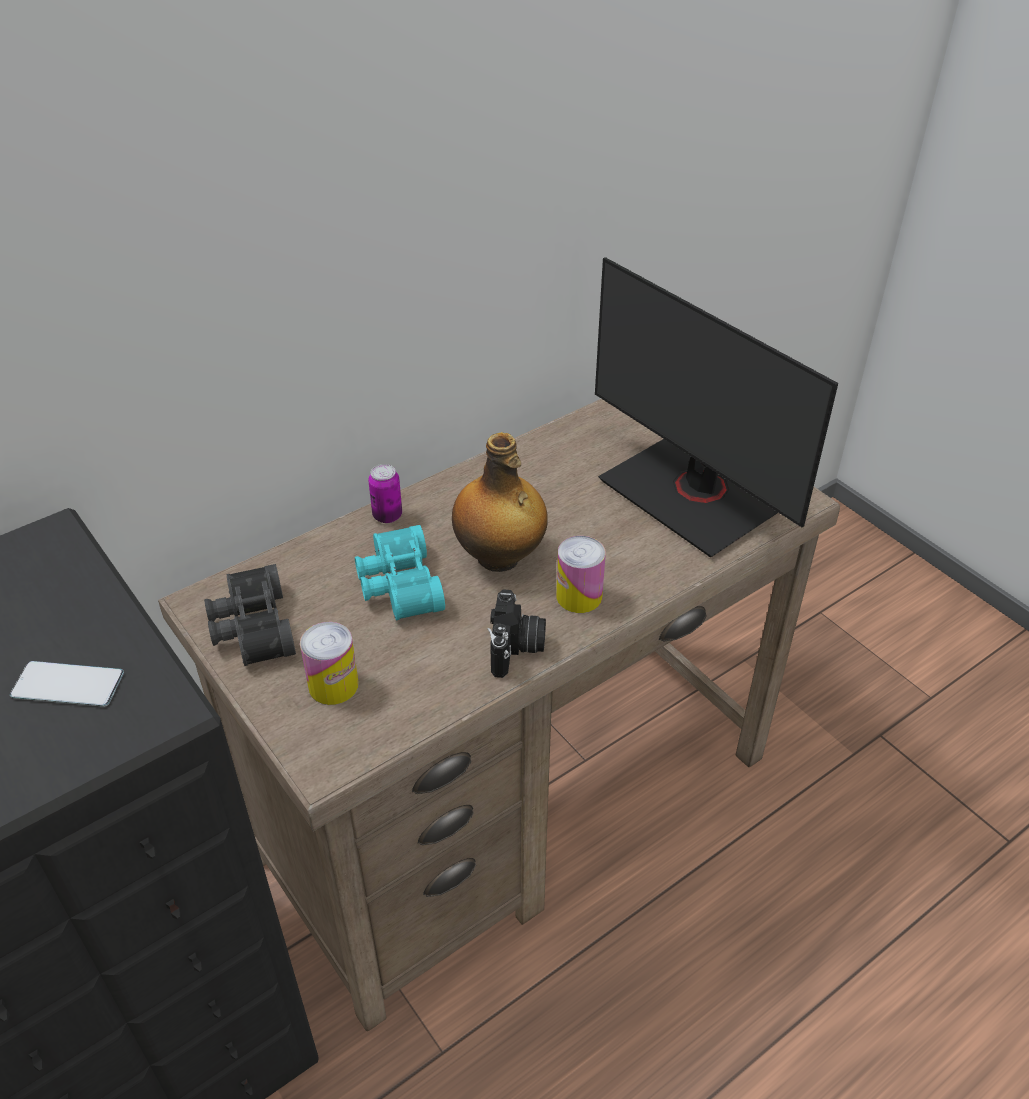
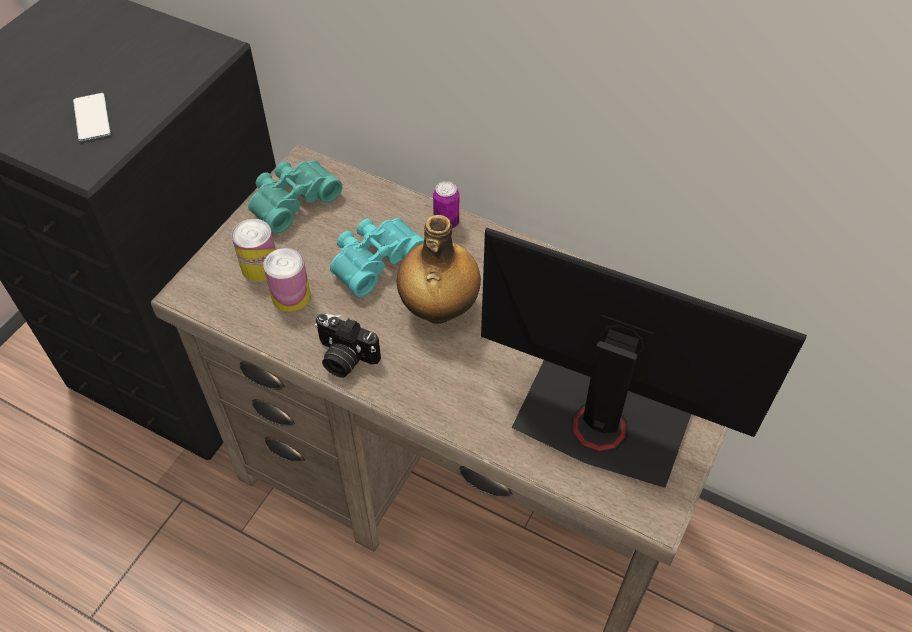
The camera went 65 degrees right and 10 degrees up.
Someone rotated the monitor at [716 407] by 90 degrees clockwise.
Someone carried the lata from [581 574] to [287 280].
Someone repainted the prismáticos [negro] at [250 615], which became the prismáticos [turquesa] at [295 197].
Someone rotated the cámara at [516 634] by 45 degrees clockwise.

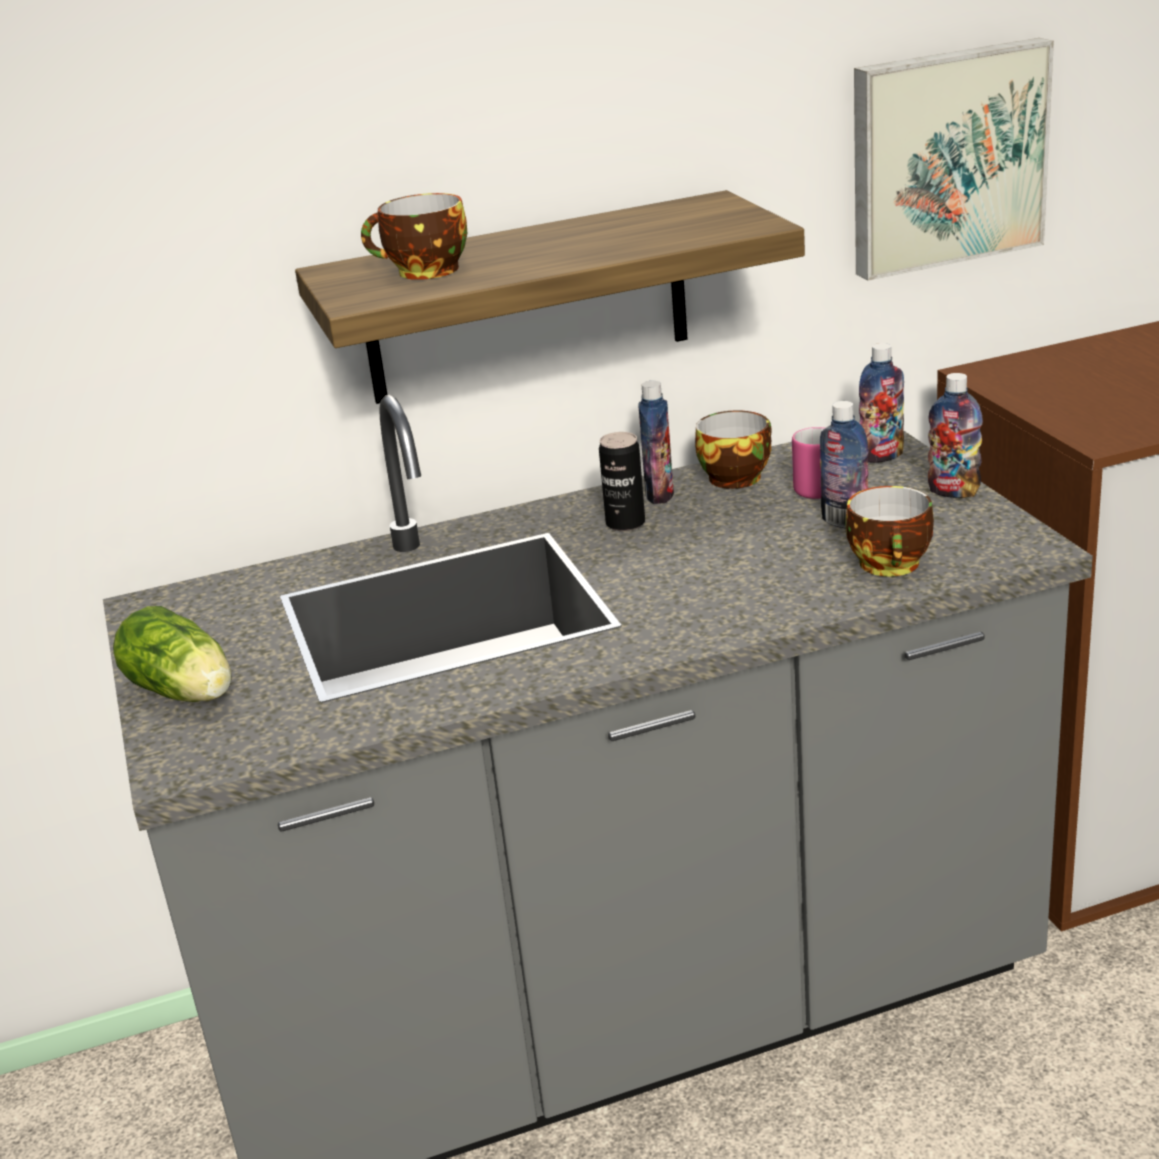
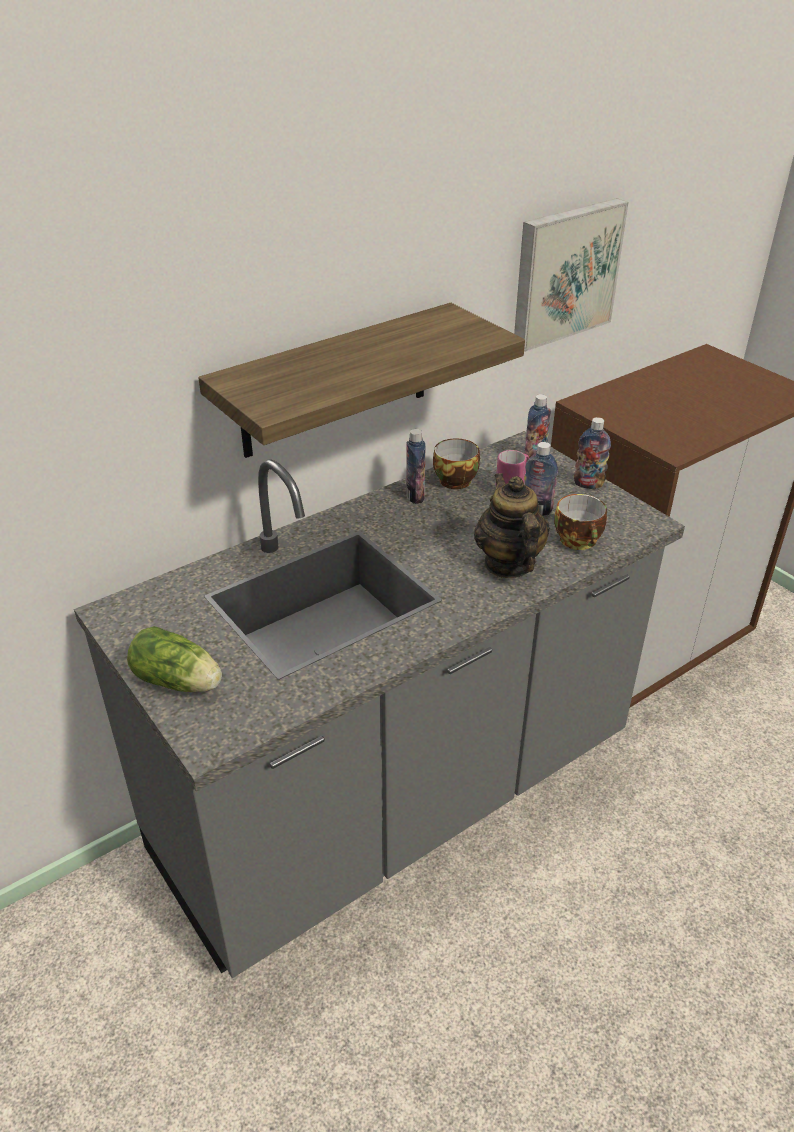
The camera went 20 degrees left and 10 degrees up.
Someone took away the taza at [414 236].
Someone took away the lata at [622 481].
Someone put down the tetera at [512 525].

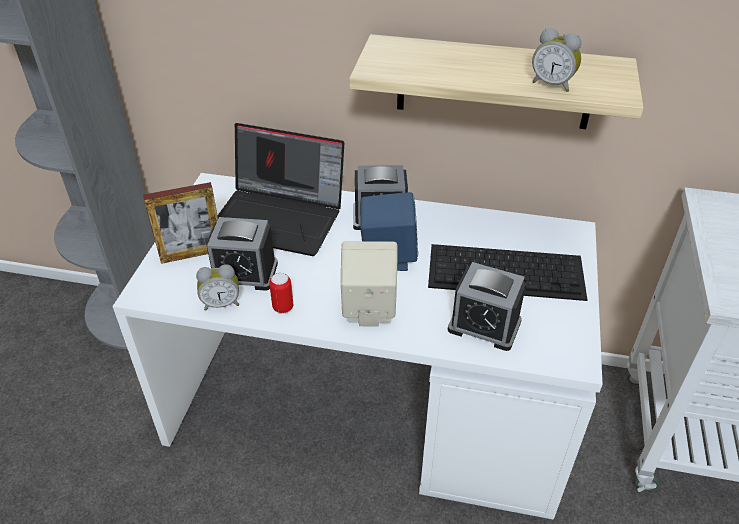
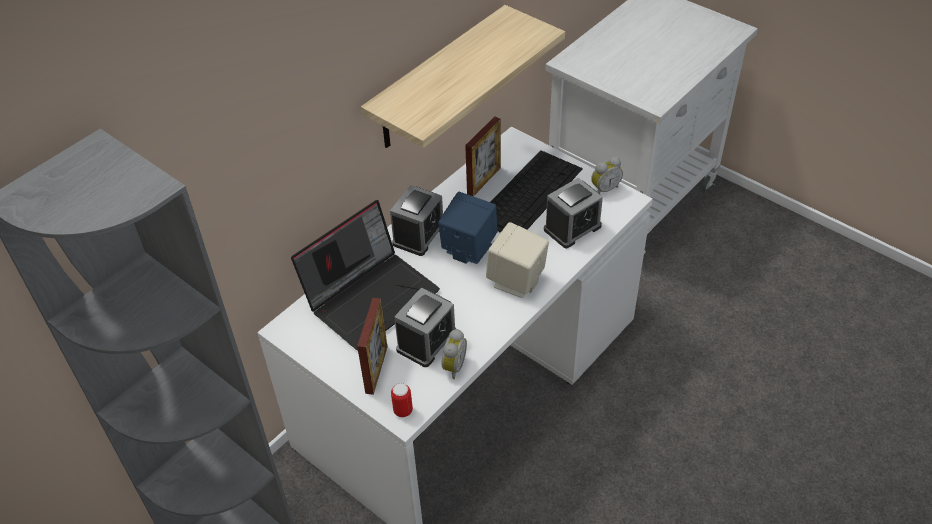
The camera went 60 degrees left and 5 degrees up.
Someone carried the despertador from [556 60] to [607 175].
Someone carried the lata from [281 293] to [402 400].
Someone put down the portarretratos at [483 156].

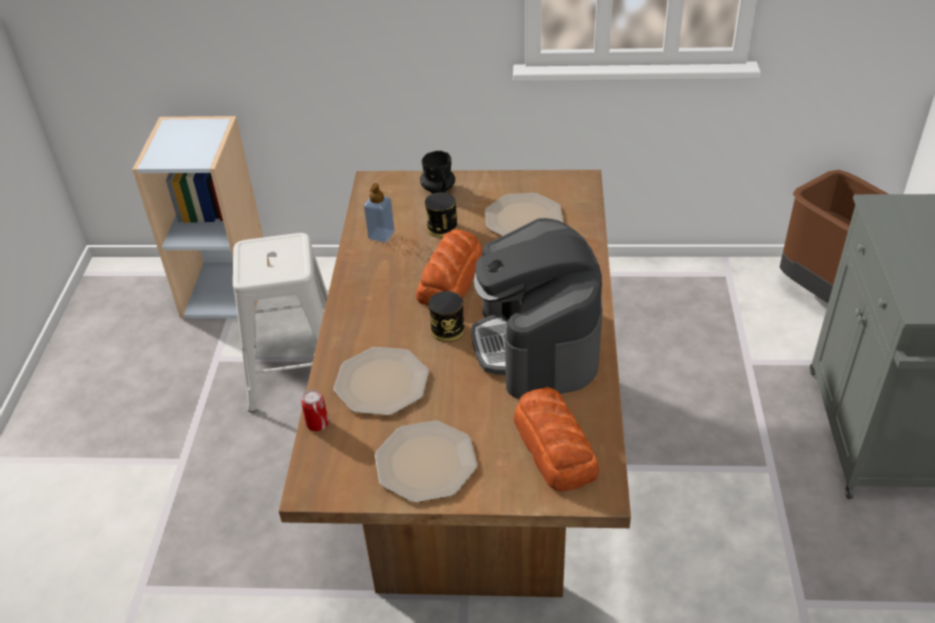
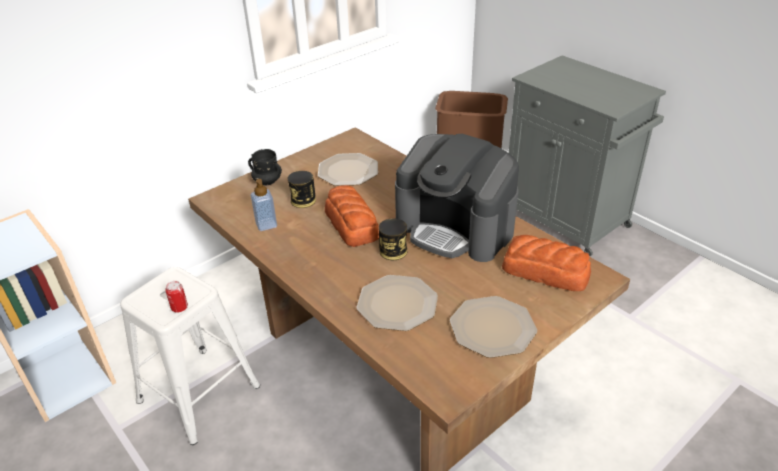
The camera went 45 degrees left and 5 degrees down.
Someone carried the lata from [315 410] to [176 296].

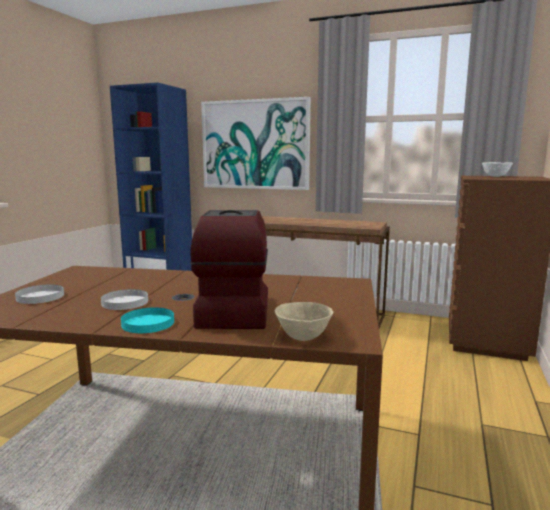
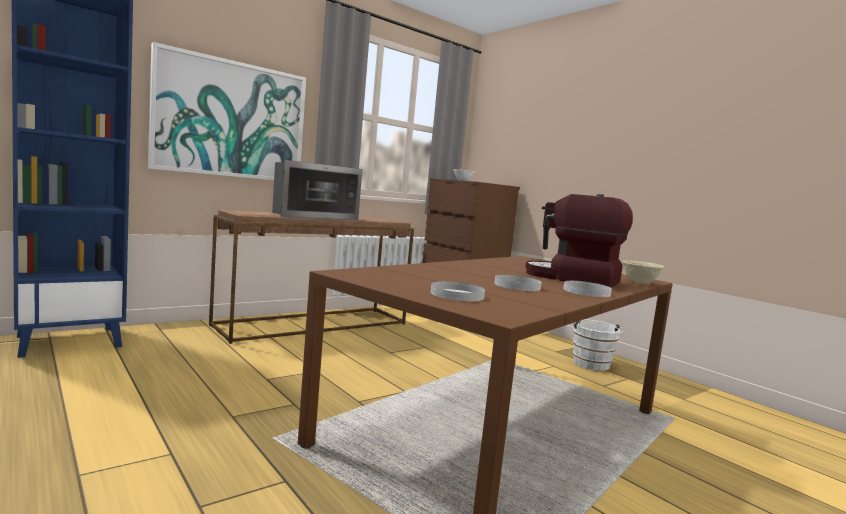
The camera went 60 degrees left and 5 degrees down.
Someone repainted the plato [turquesa] at [147 320], which became the plato [blanco] at [587 289].
Someone put down the microondas at [317 190].
Someone put down the cubo [blanco] at [597 345].

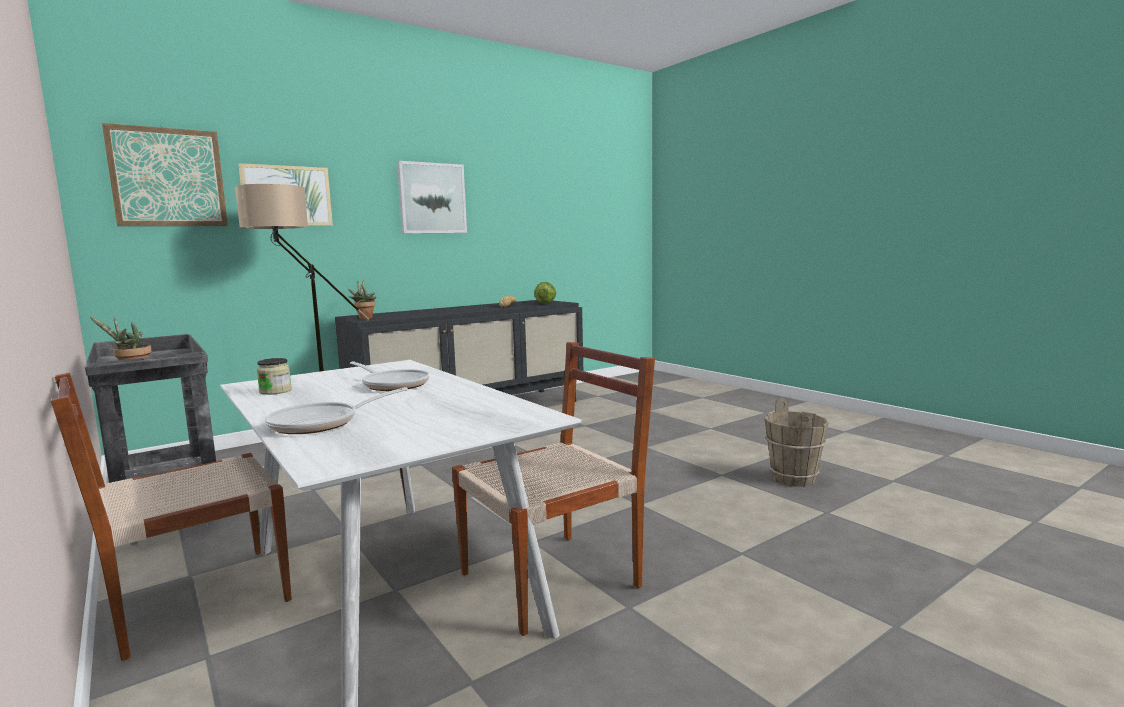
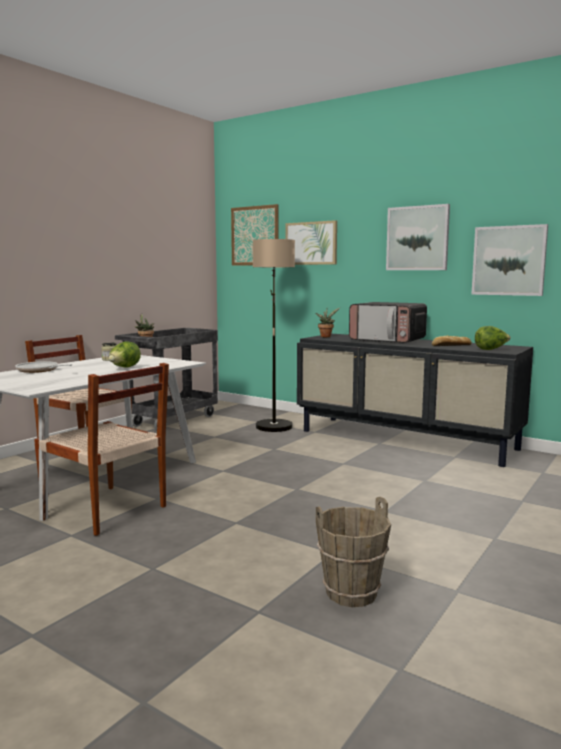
The camera went 70 degrees right and 0 degrees up.
Someone swapped the sartén at [390 376] for the lechuga at [124 354].
Someone put up the cuadro at [509 260].
Someone put down the microondas at [388 323].

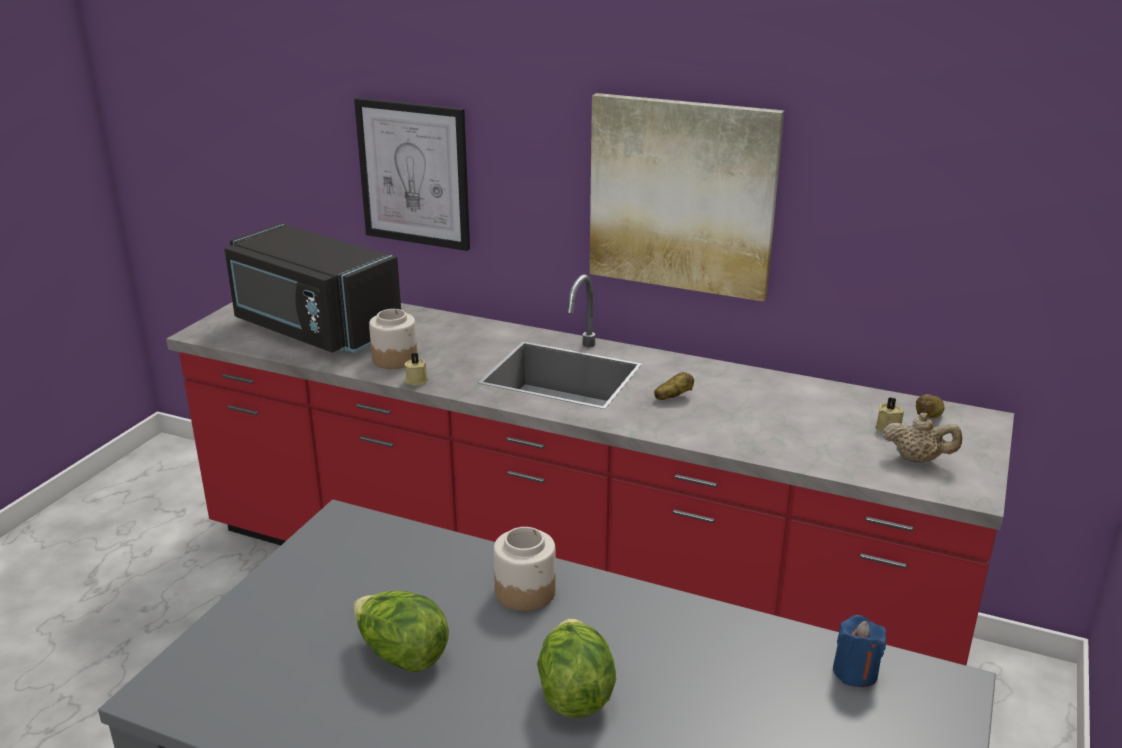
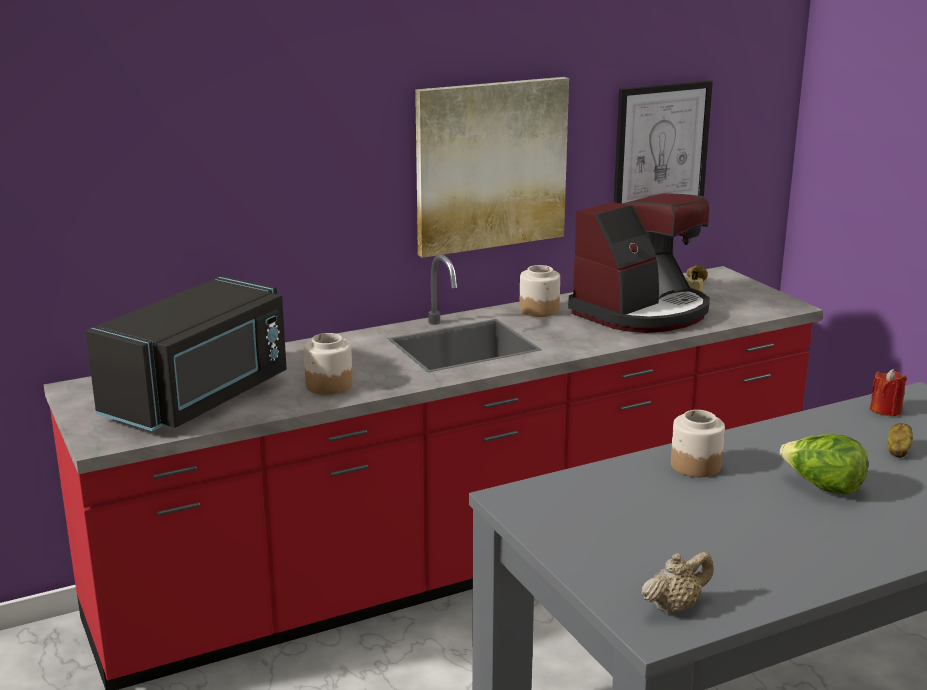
The camera went 50 degrees left and 5 degrees down.
Someone carried the cuadro from [412 174] to [663 142].
Someone rotated the microondas [negro] at [312 288] by 45 degrees counterclockwise.
Someone took away the vela [beis] at [416 369].
Someone carried the patata from [674 386] to [900 440].
Someone carried the tetera [beis] from [922 438] to [677 583].
Someone took away the lechuga at [401 631].
Someone repainted the vela [azul] at [859 651], which became the vela [rojo] at [888 392].
Someone put down the cafetera at [639 263].
Someone put down the tarro at [539 291].

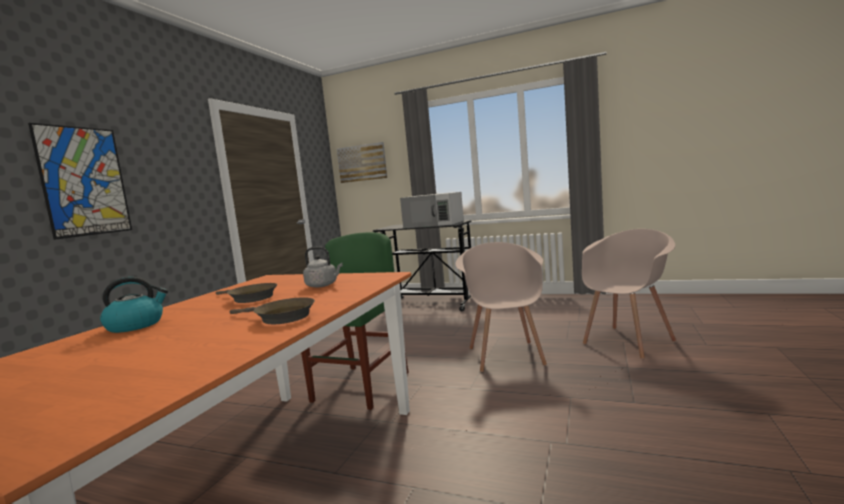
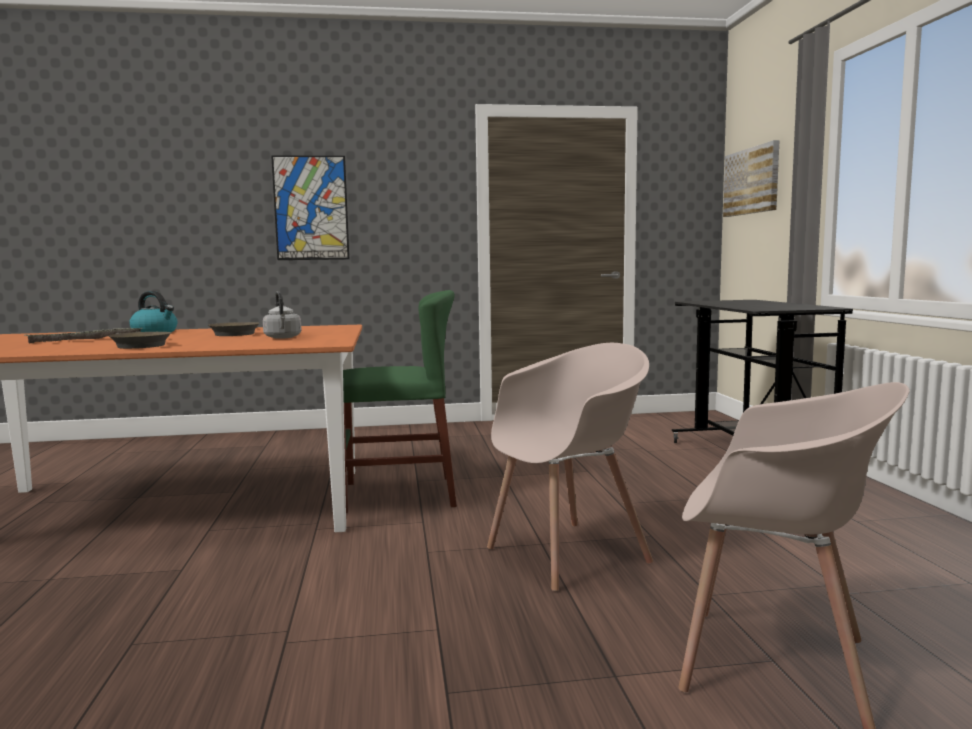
The camera went 60 degrees right and 0 degrees up.
Someone took away the microondas [blanco] at [432 210].
Someone put down the bandeja at [83 335].

